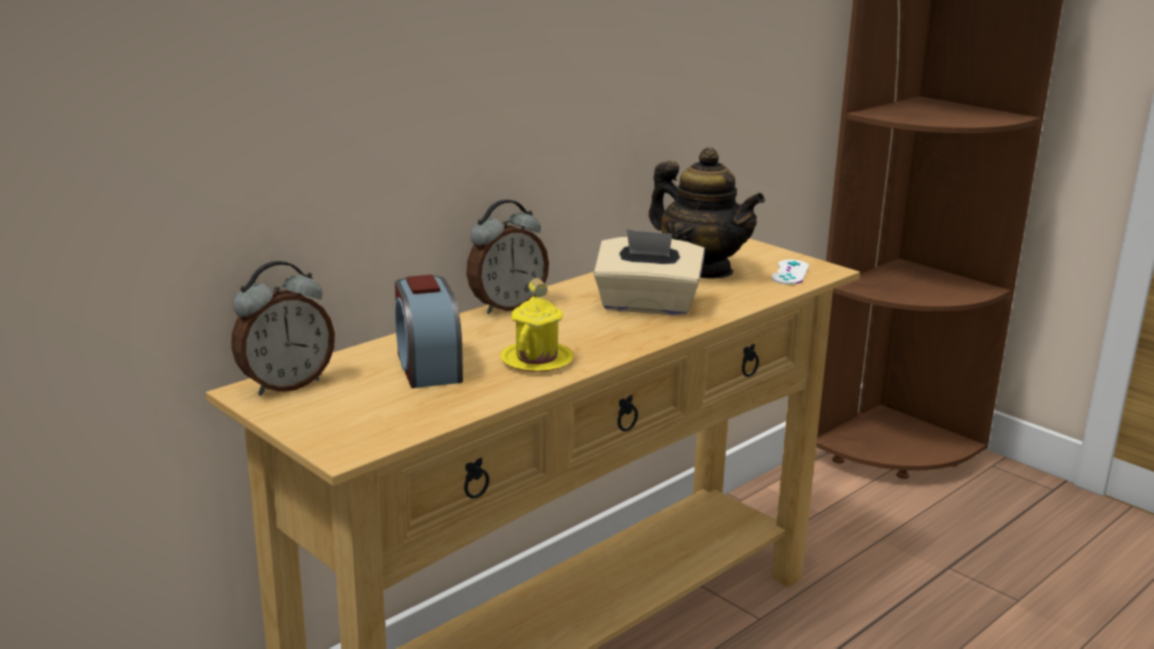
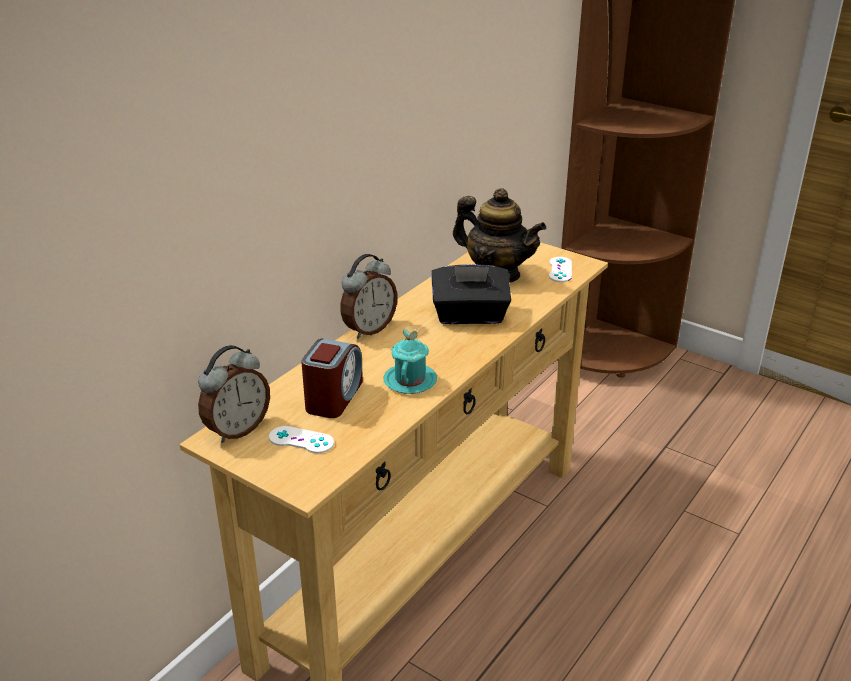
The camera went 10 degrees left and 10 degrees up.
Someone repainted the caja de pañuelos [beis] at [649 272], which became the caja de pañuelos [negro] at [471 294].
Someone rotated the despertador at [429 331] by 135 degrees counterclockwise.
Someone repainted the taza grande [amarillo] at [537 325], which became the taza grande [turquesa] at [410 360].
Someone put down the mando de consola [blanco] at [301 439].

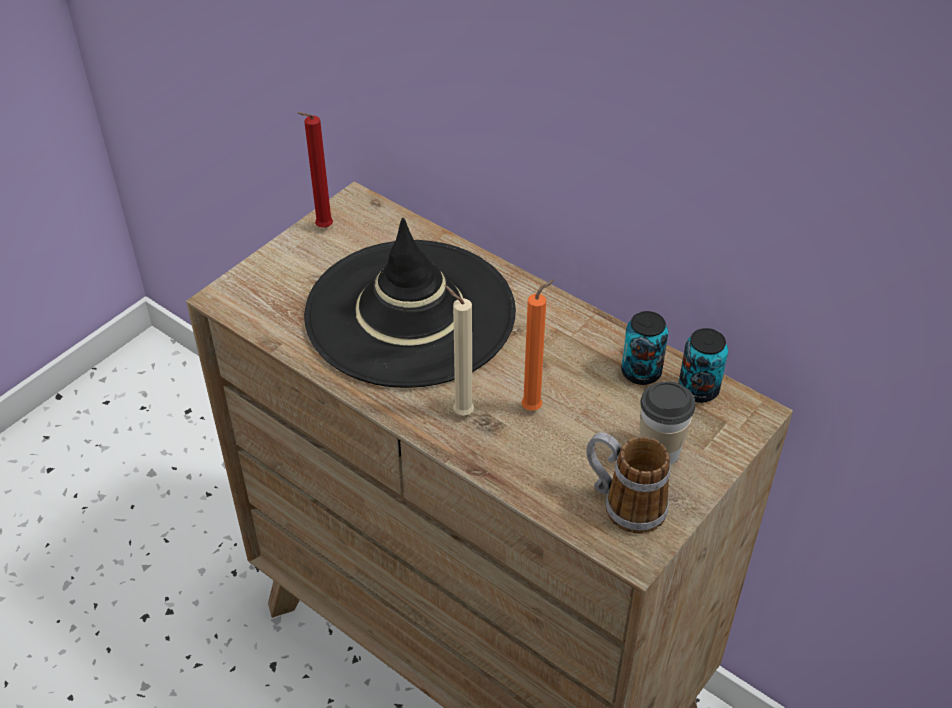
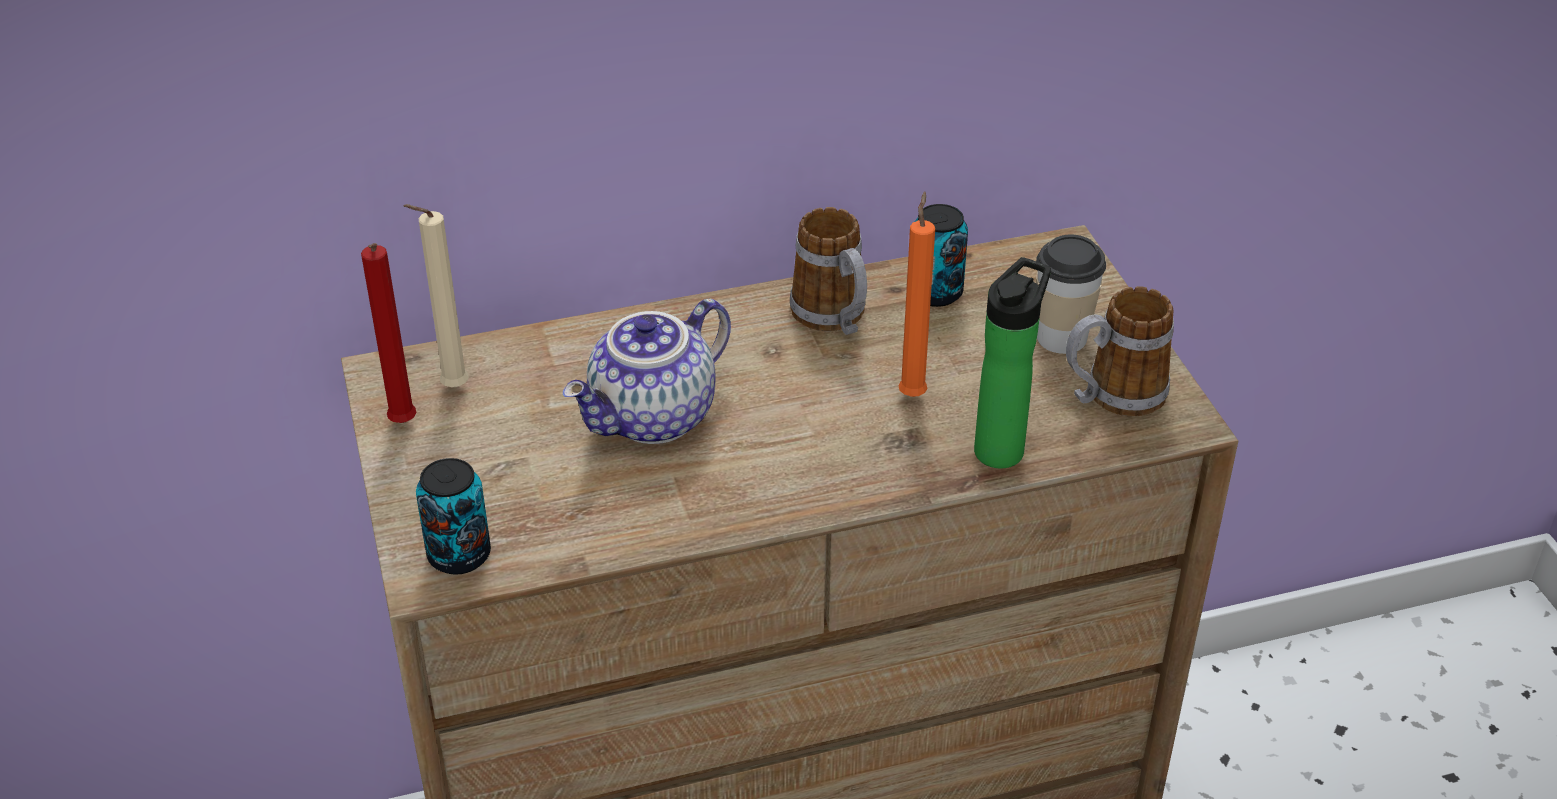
The camera went 55 degrees left and 5 degrees down.
Someone swapped the sombrero [negro] at [410 303] for the tetera at [647 371].
Someone carried the vela [beis] from [459 350] to [436 296].
Someone carried the lata from [703 365] to [453 516].
Someone put down the taza grande at [828 271].
Someone put down the botella at [1012 362].

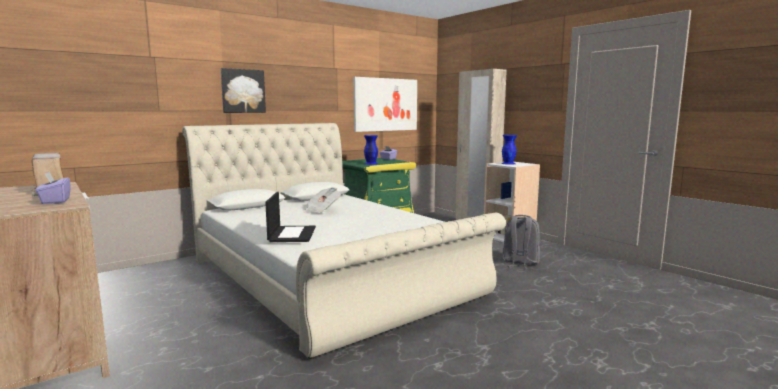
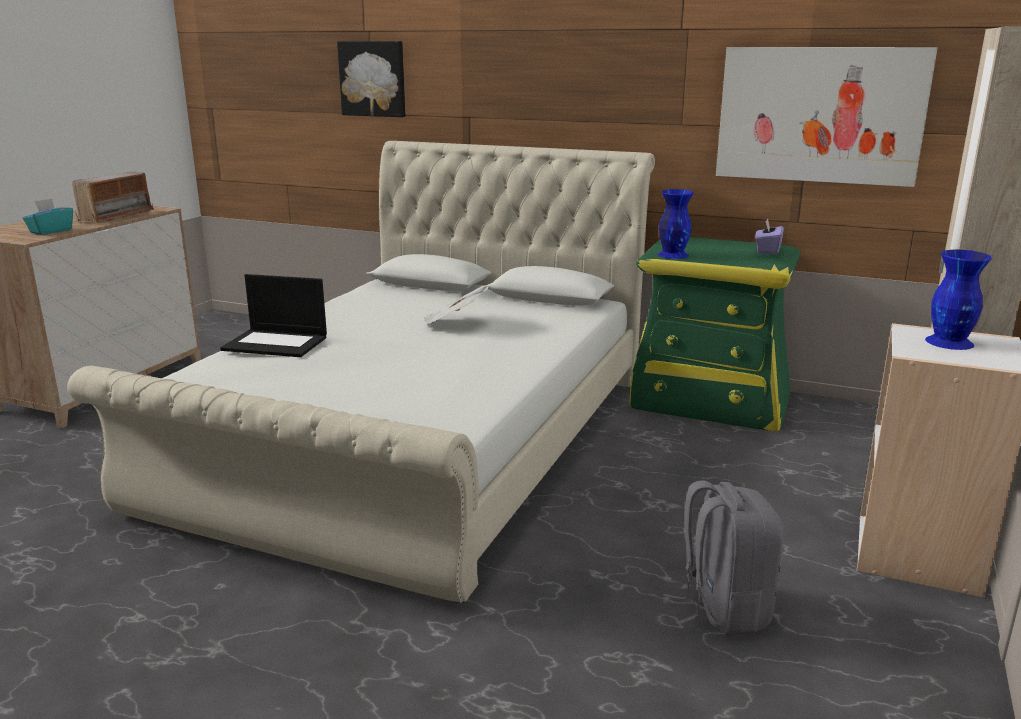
The camera went 60 degrees right and 10 degrees up.
Someone carried the cuadro from [243 90] to [371 79].
Someone repainted the caja de pañuelos [morado] at [52 188], which became the caja de pañuelos [turquesa] at [47 216].
Someone rotated the portátil at [290 217] by 45 degrees clockwise.

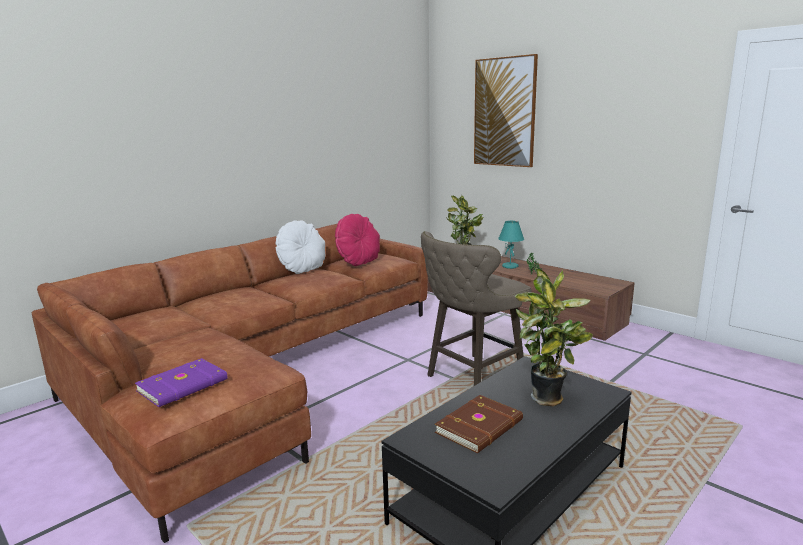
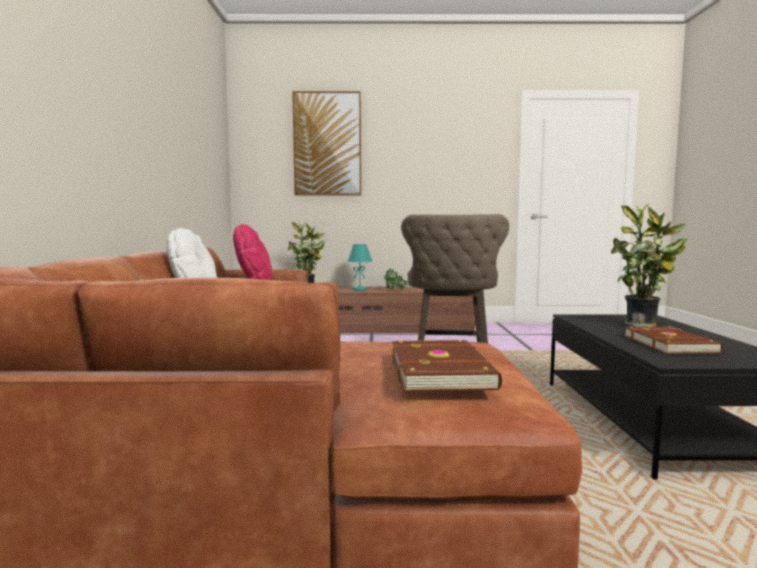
The camera went 45 degrees left and 10 degrees down.
Someone repainted the libro [morado] at [181 382], which became the libro [marrón] at [447 366].

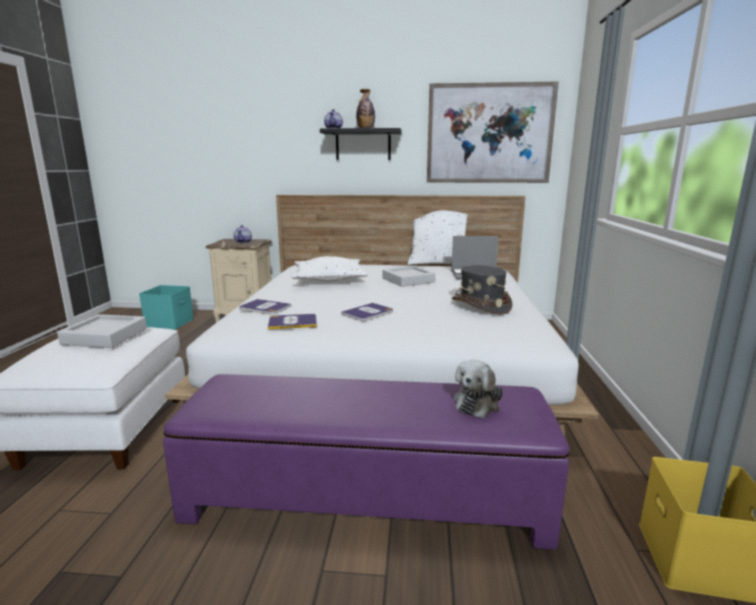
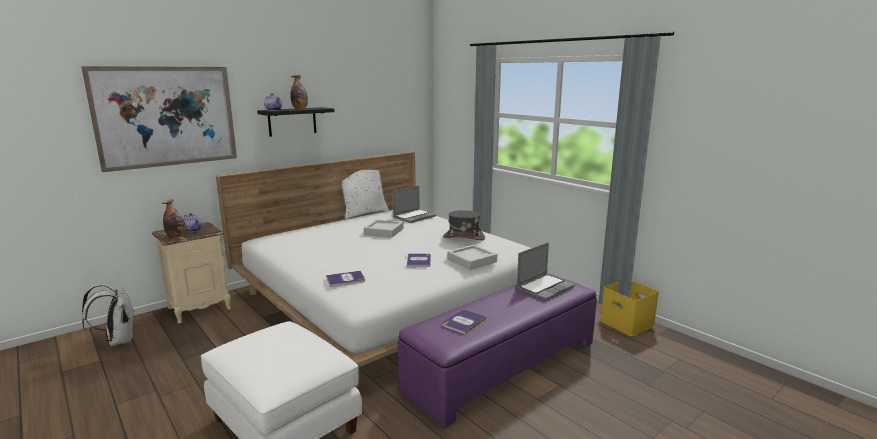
The camera went 45 degrees left and 0 degrees up.
Someone carried the cuadro from [493 132] to [159 119].
Someone took away the cojín [blanco] at [329 268].
Someone swapped the caja de almacenaje [turquesa] at [166 307] for the mochila [blanco] at [108 315].
Someone carried the bandeja [gris] from [102 331] to [472 257].
Someone carried the libro from [292 322] to [464 321].
Someone swapped the peluche at [478 389] for the portátil at [545 271].
Someone put down the botella at [174 218].

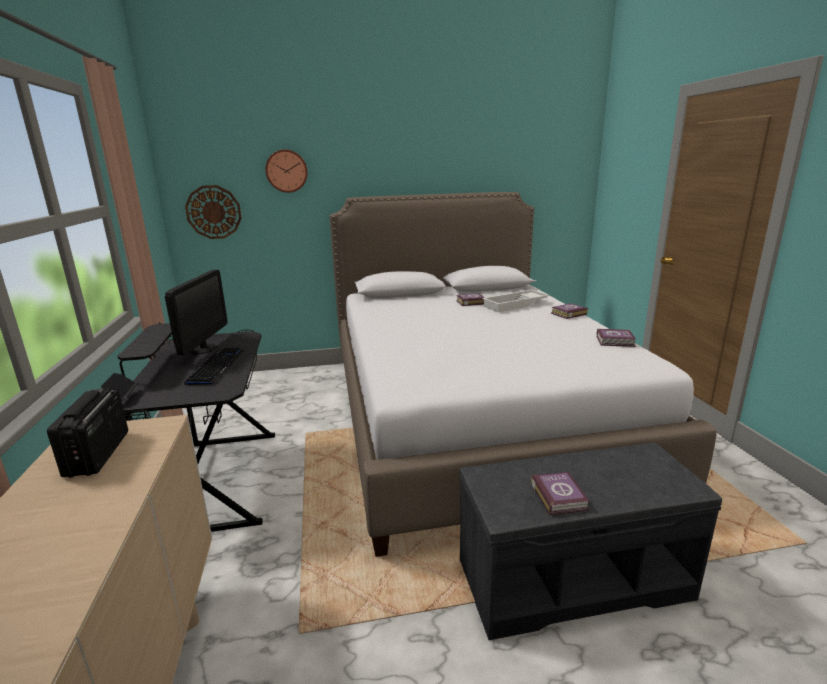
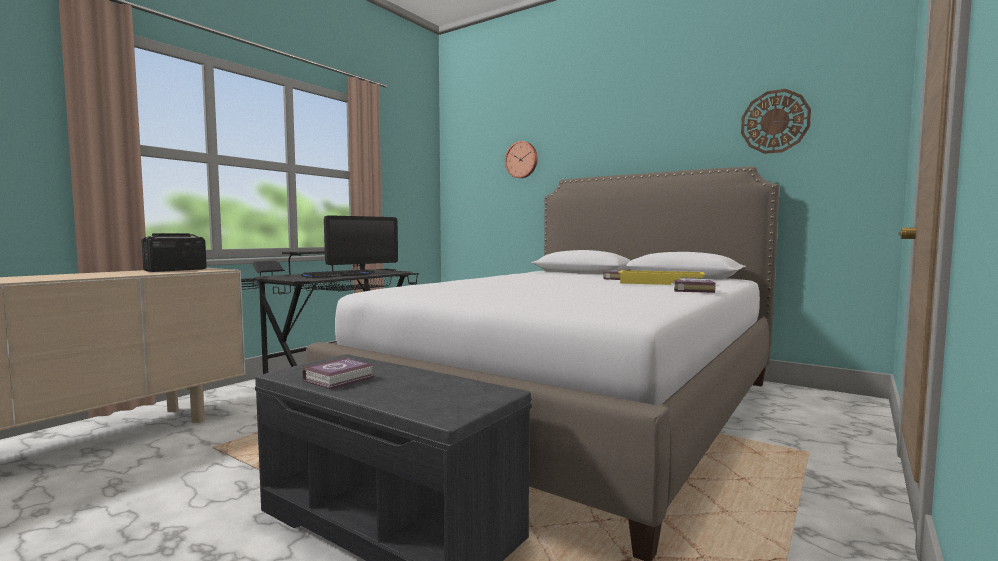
The camera went 45 degrees right and 15 degrees down.
Someone carried the reloj de pared from [213 212] to [776 121].
Someone repainted the bandeja [blanco] at [516 301], which became the bandeja [amarillo] at [662 277].
Someone took away the libro at [616 338].

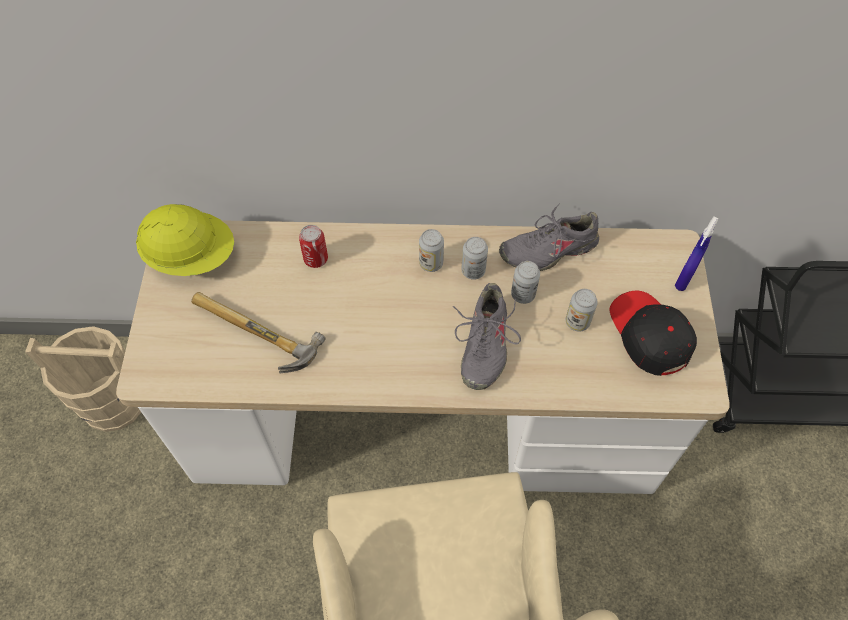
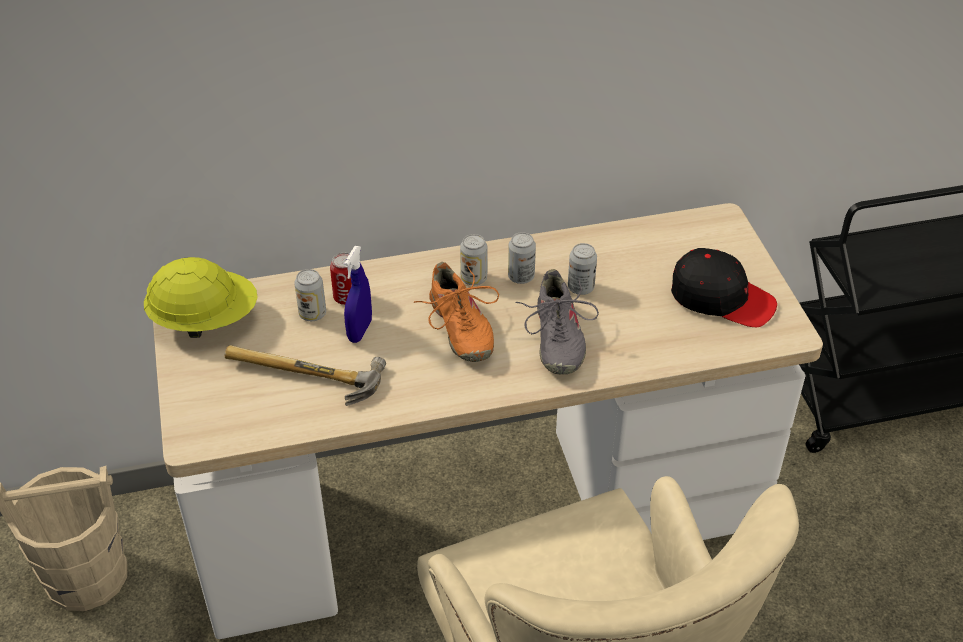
The camera went 15 degrees left and 15 degrees down.
Someone took away the zapato [gris] at [549 237].
Someone carried the pulverizador [azul] from [697 253] to [358 294].
Someone carried the lata from [582 310] to [310 295].
Someone rotated the gorra [negro] at [653 333] by 150 degrees clockwise.
Someone put down the zapato [naranja] at [456 312].

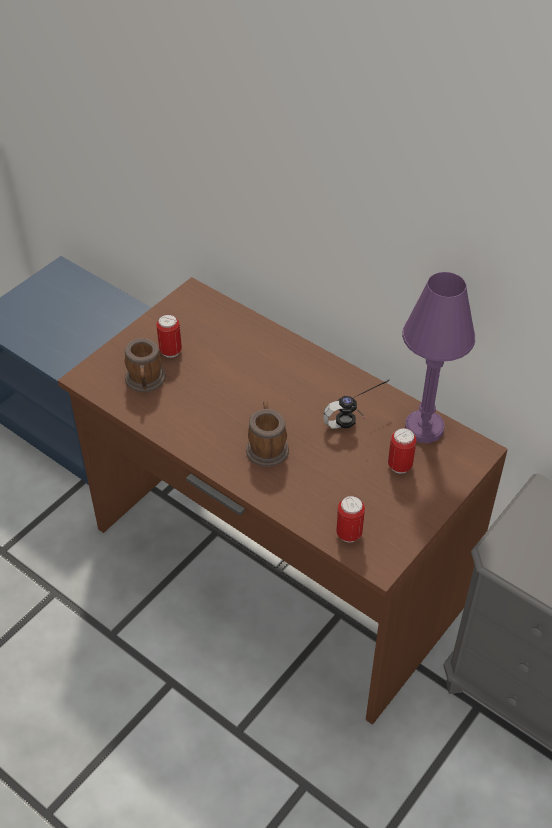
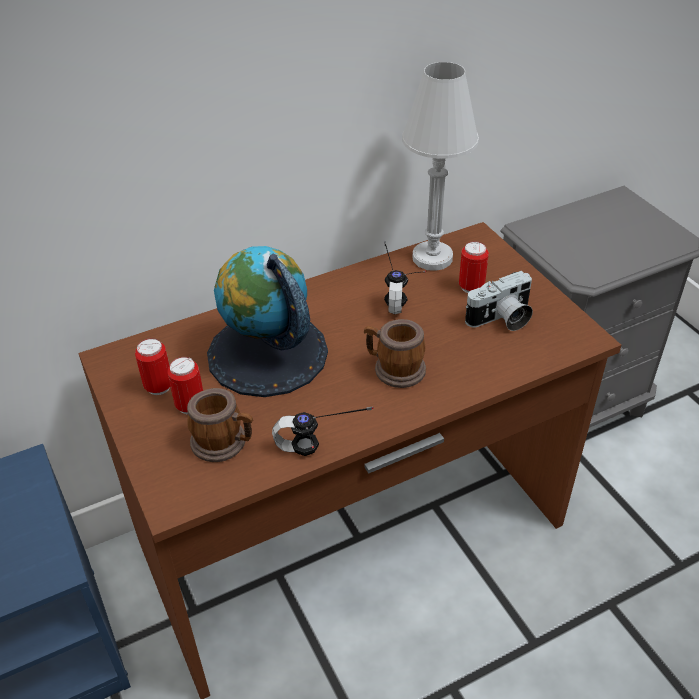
The camera went 65 degrees left and 5 degrees down.
Someone repainted the lámpara de mesa [morado] at [438 357], which became the lámpara de mesa [blanco] at [440 166].
Someone carried the lata from [350 519] to [152 366].
Someone put down the globo terráqueo at [267 321].
Someone put down the cámara at [499 301].
Someone put down the auriculares at [323 431].

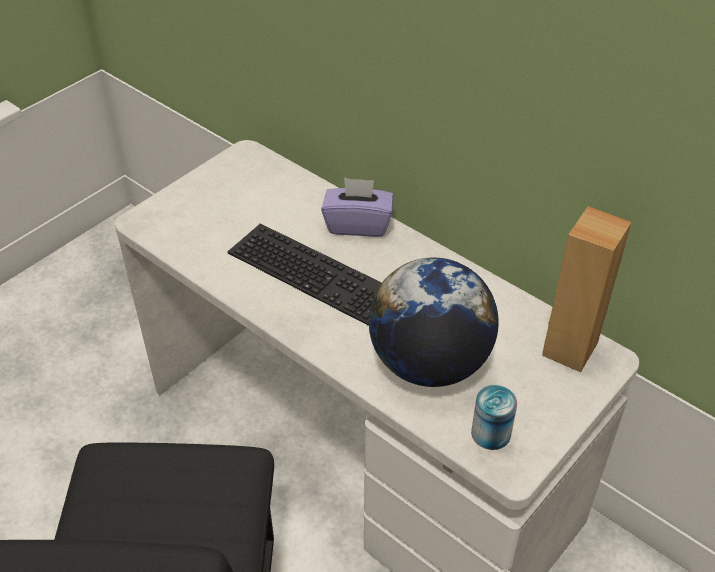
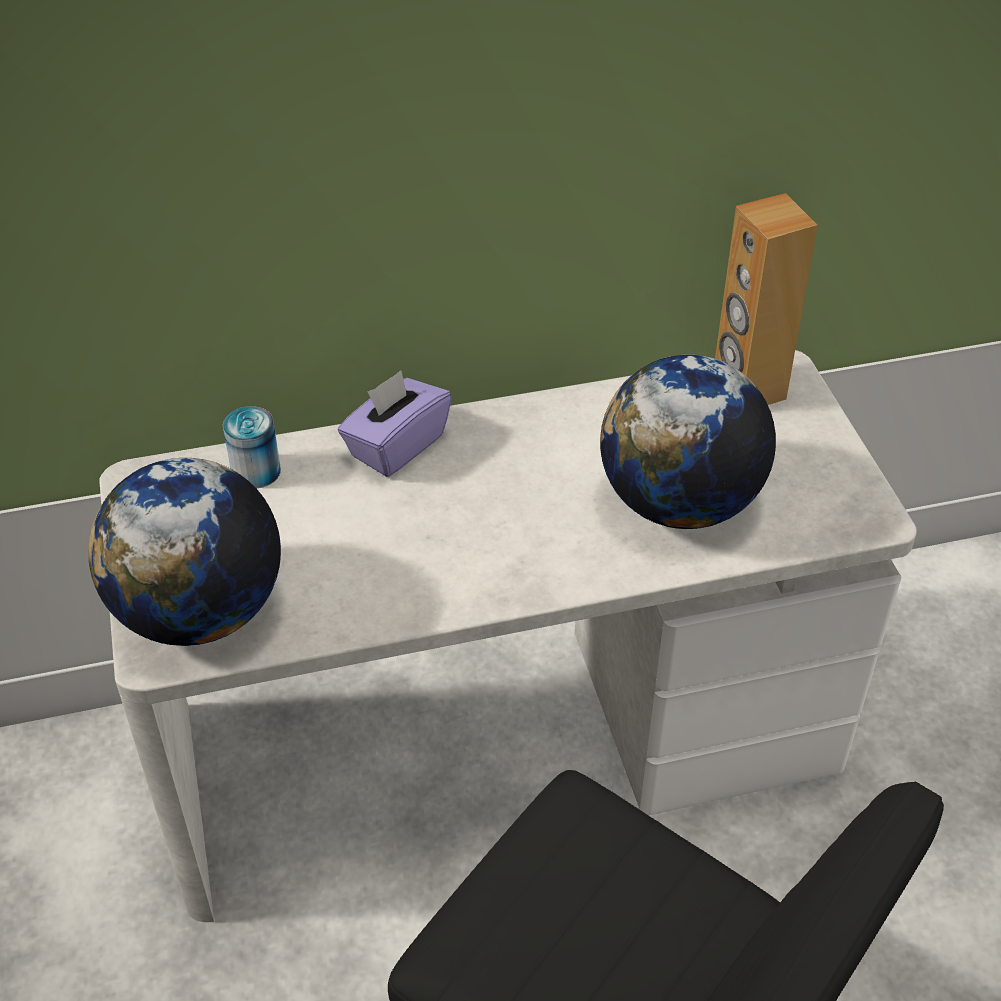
The camera went 55 degrees left and 0 degrees up.
Someone took away the teclado at [305 274].
Someone carried the lata from [494 417] to [252 447].
Someone put down the globo terráqueo at [184 552].

